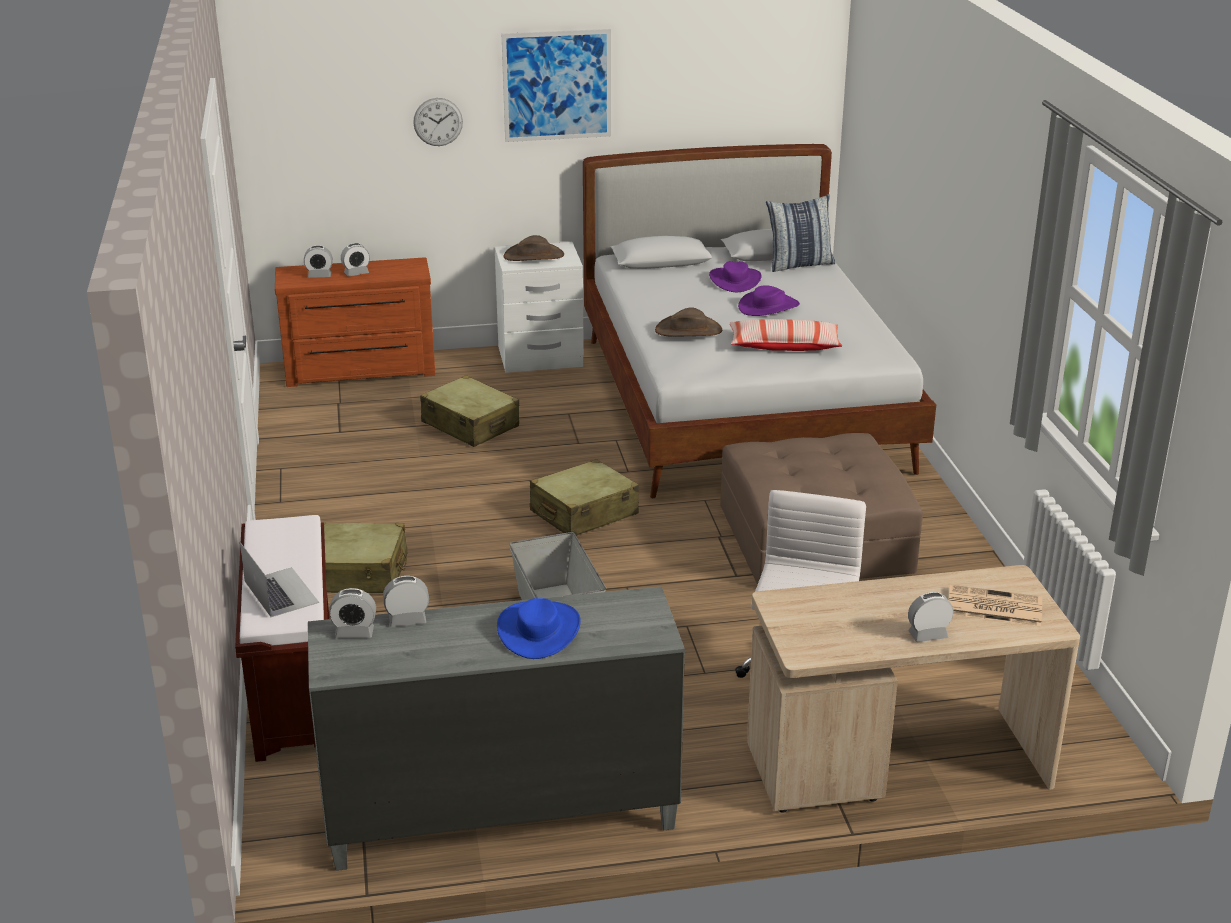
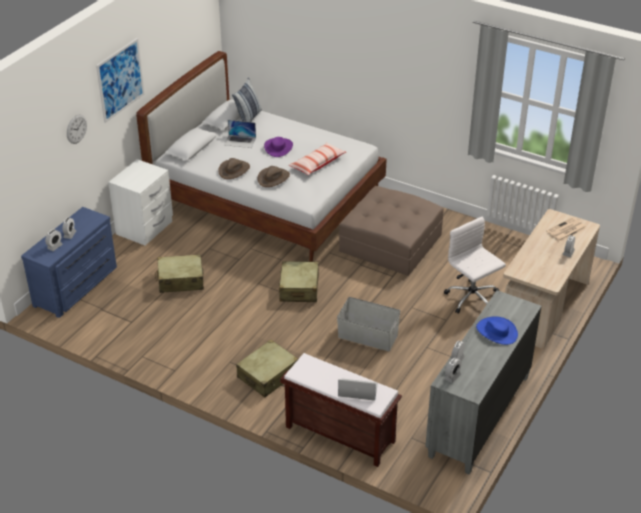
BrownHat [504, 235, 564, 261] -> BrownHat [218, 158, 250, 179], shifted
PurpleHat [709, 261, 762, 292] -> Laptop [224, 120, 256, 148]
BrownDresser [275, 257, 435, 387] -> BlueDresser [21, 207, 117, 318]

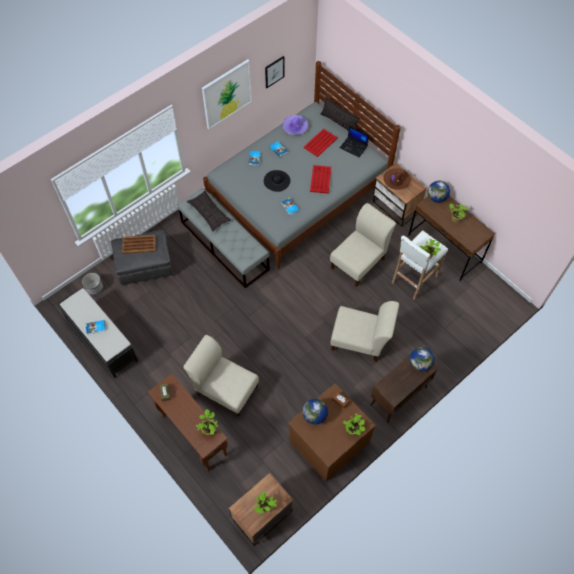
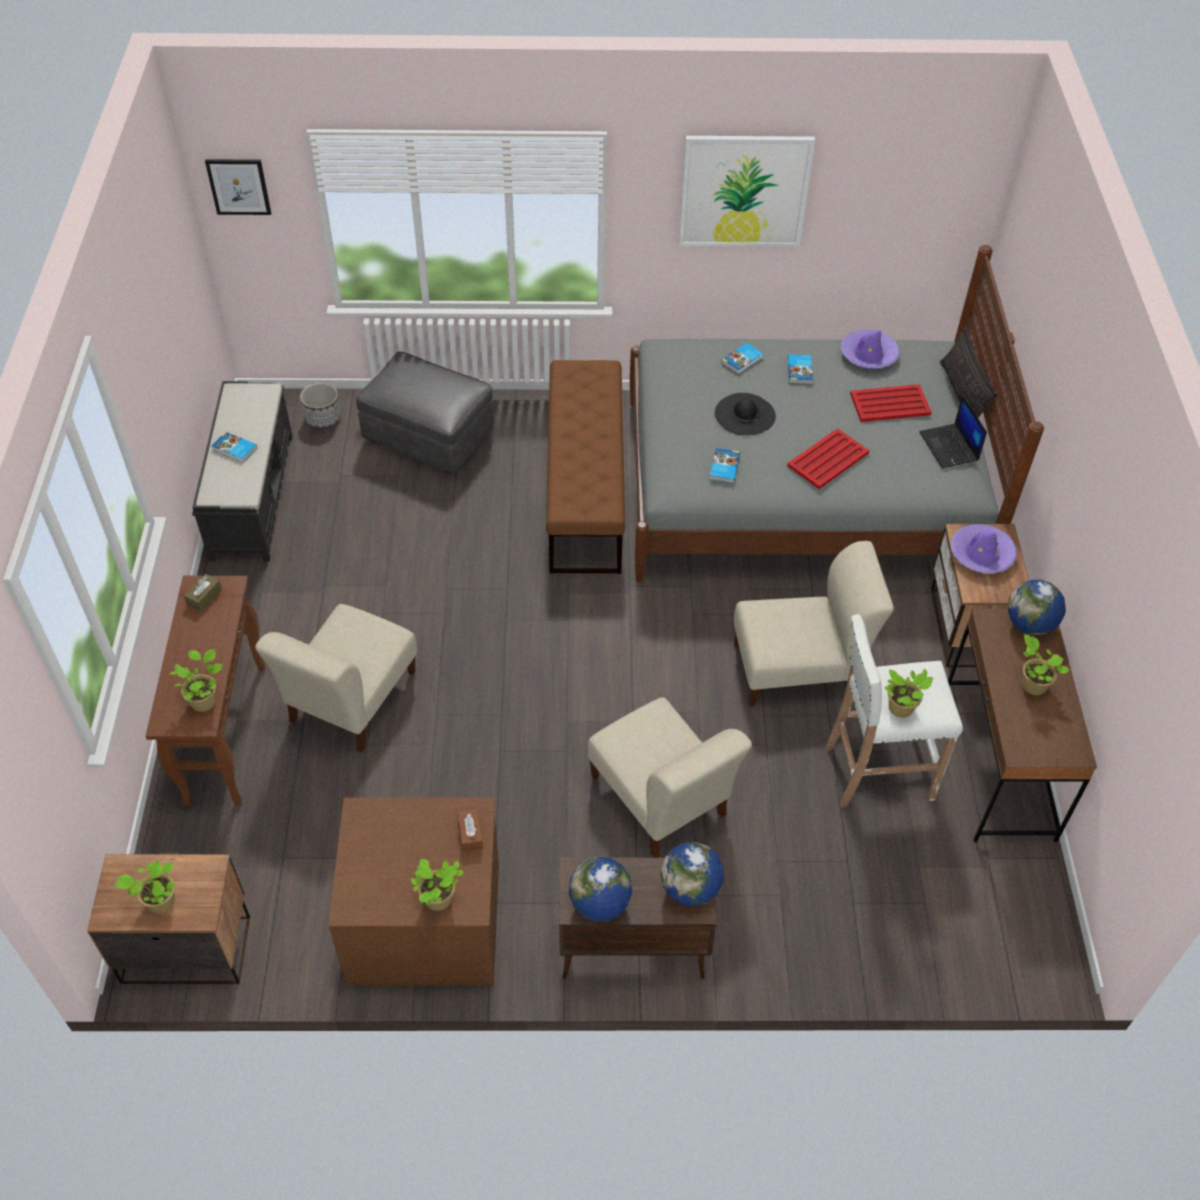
BrownTray [122, 235, 156, 254] -> none
Pillow [187, 191, 231, 232] -> none
Picture [265, 56, 284, 88] -> Picture [205, 159, 271, 215], shifted
Globe [302, 399, 328, 425] -> Globe [569, 856, 633, 921], shifted
GreyBench [177, 188, 269, 288] -> BrownBench [546, 360, 625, 574]
BrownHat [384, 168, 410, 190] -> PurpleHat [951, 524, 1017, 573]
BeigeChair [183, 335, 259, 416] -> BeigeChair [255, 604, 417, 753], 135 degrees counterclockwise

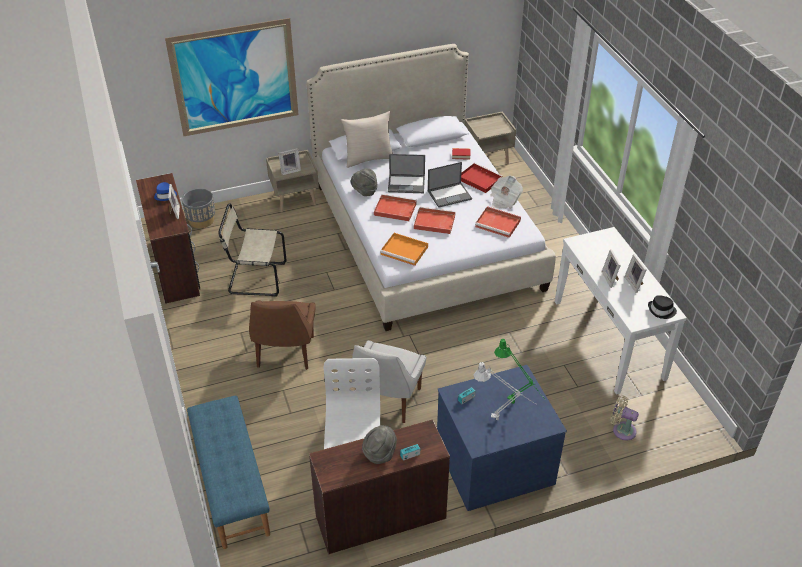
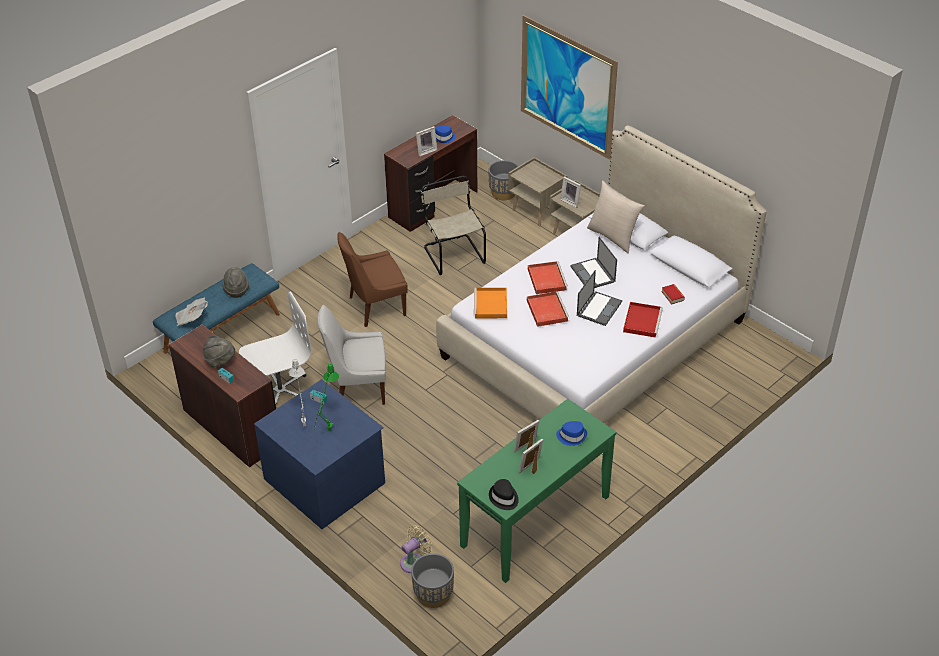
RedTray [475, 206, 521, 238] -> none
none -> GreyPlanter [411, 553, 454, 608]
none -> BlueHat [556, 421, 587, 446]
GreyHat [351, 168, 378, 196] -> GreyHat [222, 267, 249, 298], shifted
BeigeNightstand [465, 112, 516, 164] -> BeigeNightstand [508, 157, 567, 226], shifted
Newspaper [490, 176, 523, 209] -> Newspaper [175, 298, 208, 326], shifted
WhiteConsoleTable [555, 227, 687, 394] -> GreenConsoleTable [457, 399, 616, 583]
Laptop [428, 162, 472, 208] -> Laptop [577, 270, 622, 326], 105 degrees counterclockwise
BeigeFan [610, 395, 639, 441] -> BeigeFan [400, 525, 432, 573], 45 degrees clockwise

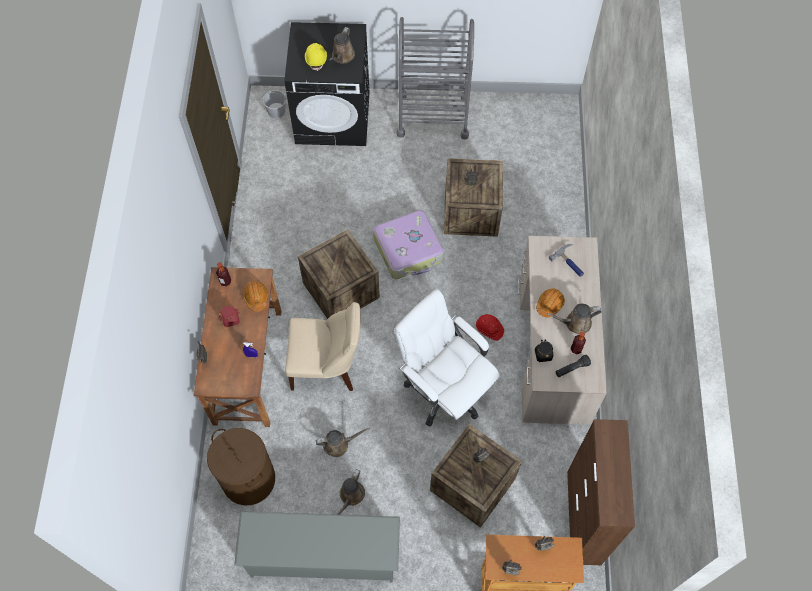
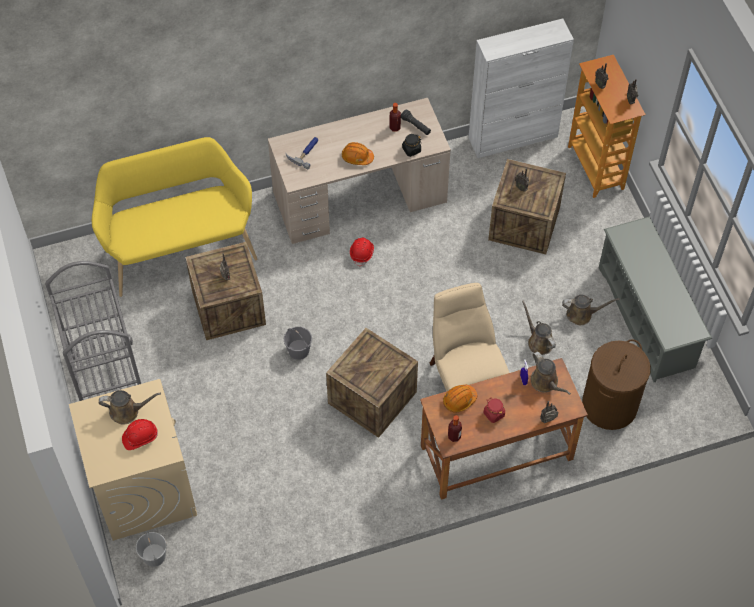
WhiteOfficeChair [394, 289, 500, 427] -> none
none -> YellowBench [92, 137, 257, 297]
BrownWateringCan [547, 304, 602, 334] -> BrownWateringCan [531, 352, 571, 395], shifted
Suitcase [373, 210, 444, 279] -> GreyBucket [284, 327, 312, 360]
BlackWashingMachine [284, 22, 370, 146] -> BeigeWashingMachine [69, 379, 197, 541]
YellowHardHat [305, 43, 327, 71] -> RedHardHat [122, 419, 158, 450]
BrownCabinet [567, 419, 635, 565] -> WhiteCabinet [469, 19, 574, 158]

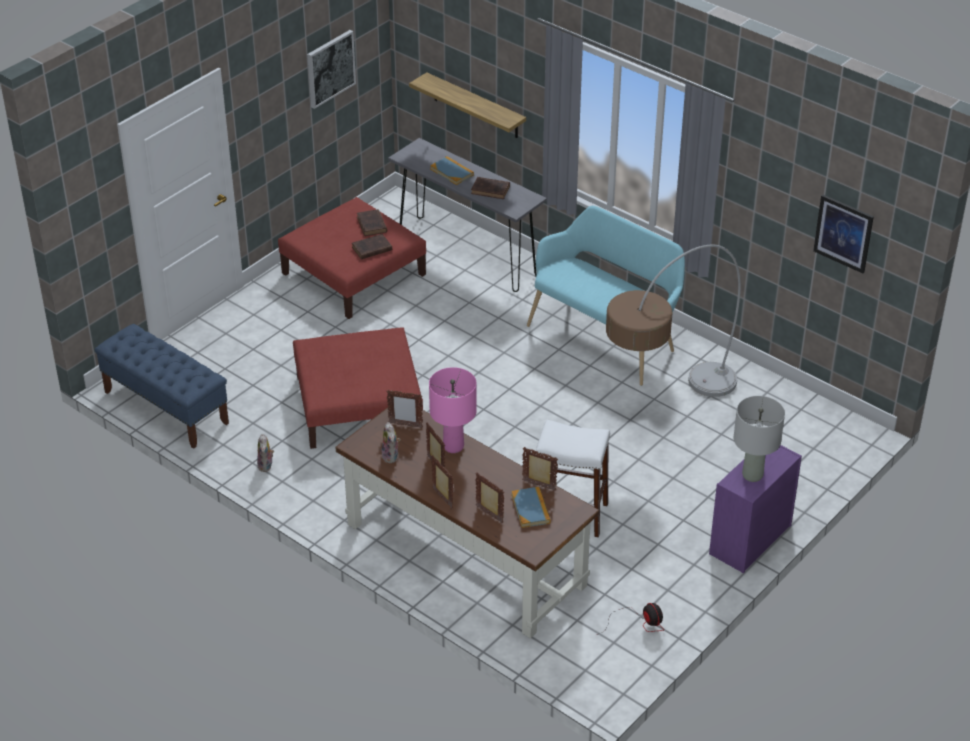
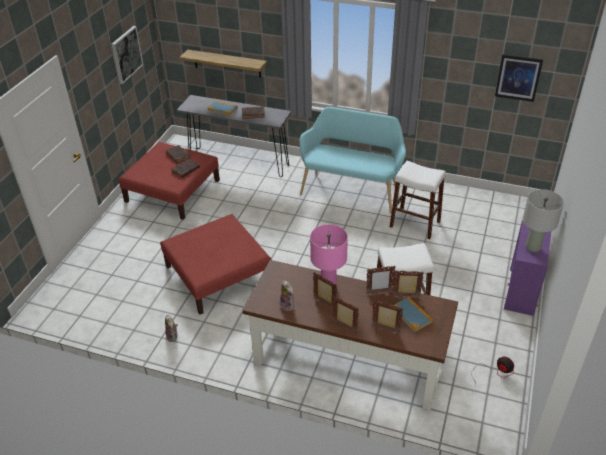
BlueBench [95, 324, 229, 449] -> none
PictureFrame [386, 390, 423, 428] -> PictureFrame [366, 266, 396, 294], shifted
FloorLamp [606, 245, 741, 397] -> WhiteStool [390, 161, 446, 239]

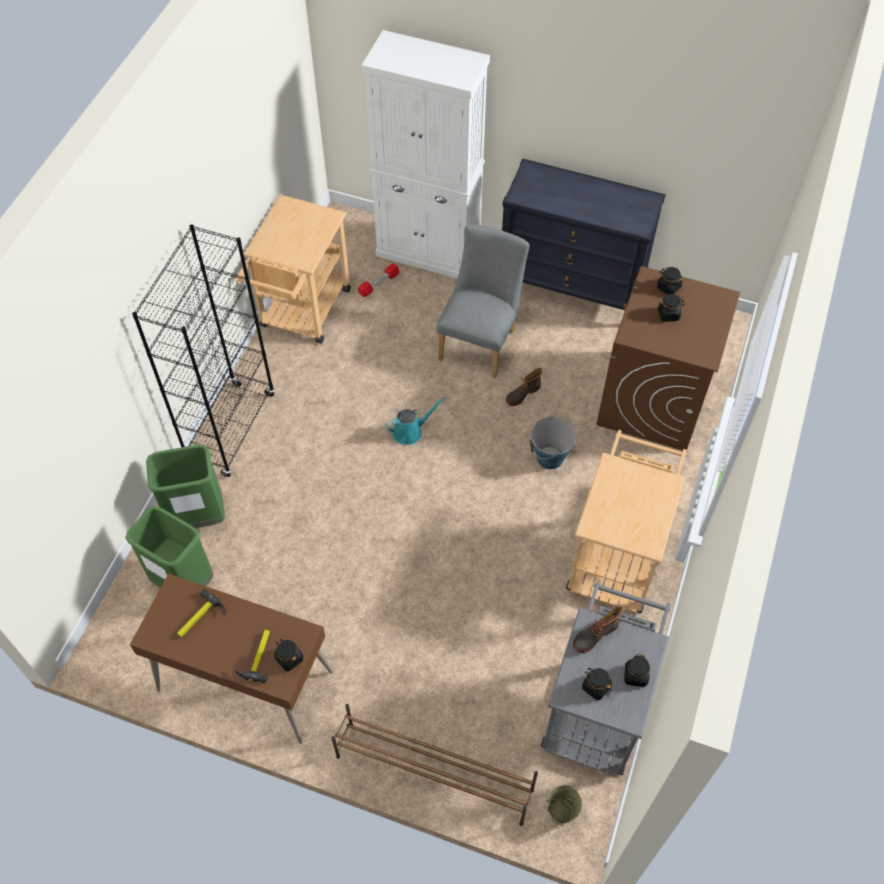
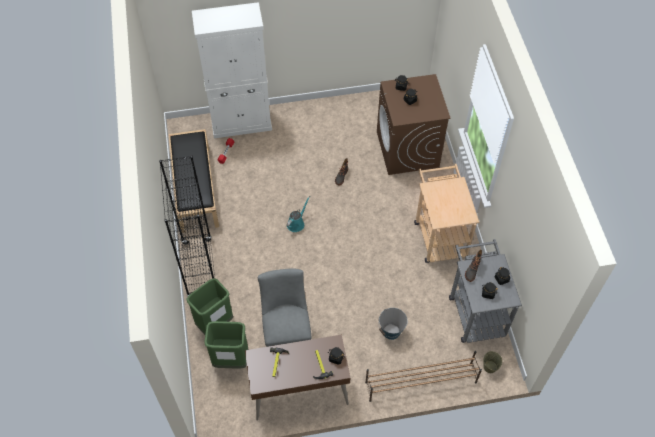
BlackDresser [502, 158, 666, 310] -> none
GreyChair [436, 225, 529, 378] -> GreyChair [258, 269, 311, 347], shifted
Bucket [530, 416, 576, 469] -> Bucket [378, 308, 407, 340], shifted
BeigeCart [236, 195, 351, 343] -> BlackBench [169, 129, 219, 233]

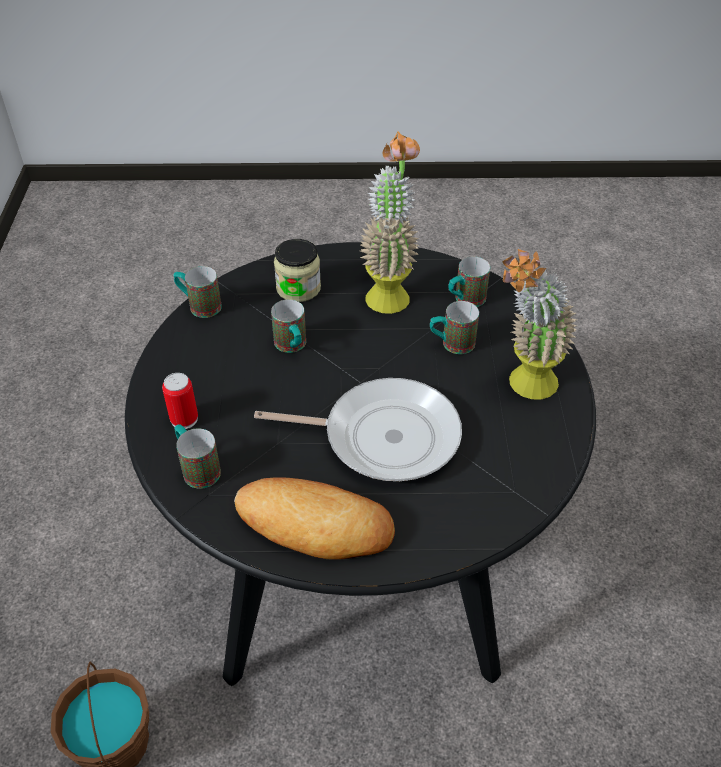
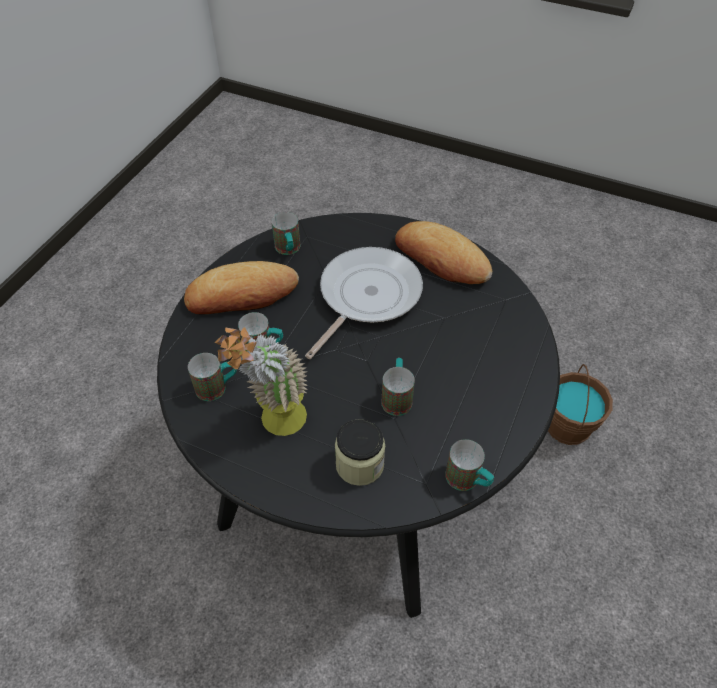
Can [162, 373, 198, 429] -> none
Mug [174, 424, 221, 489] -> Mug [272, 212, 300, 255], shifted
PottedPlant [503, 249, 577, 399] -> Bread [184, 261, 299, 315]
FryingPan [254, 378, 462, 481] -> FryingPan [305, 247, 423, 359], 90 degrees clockwise

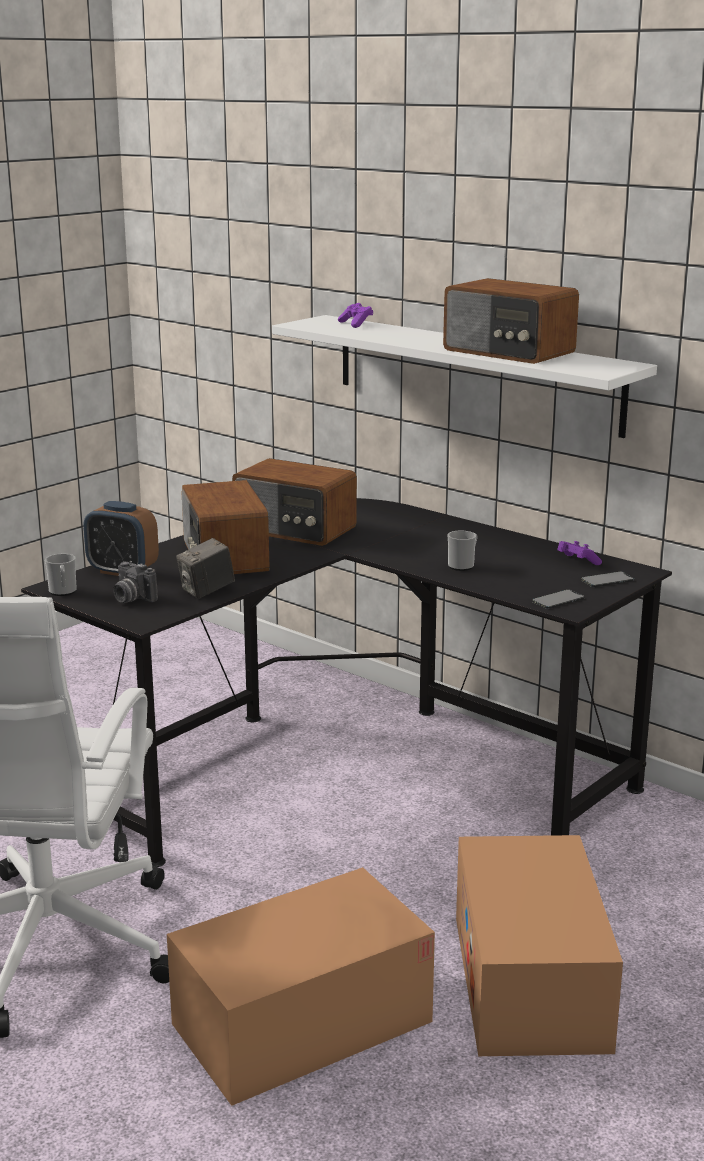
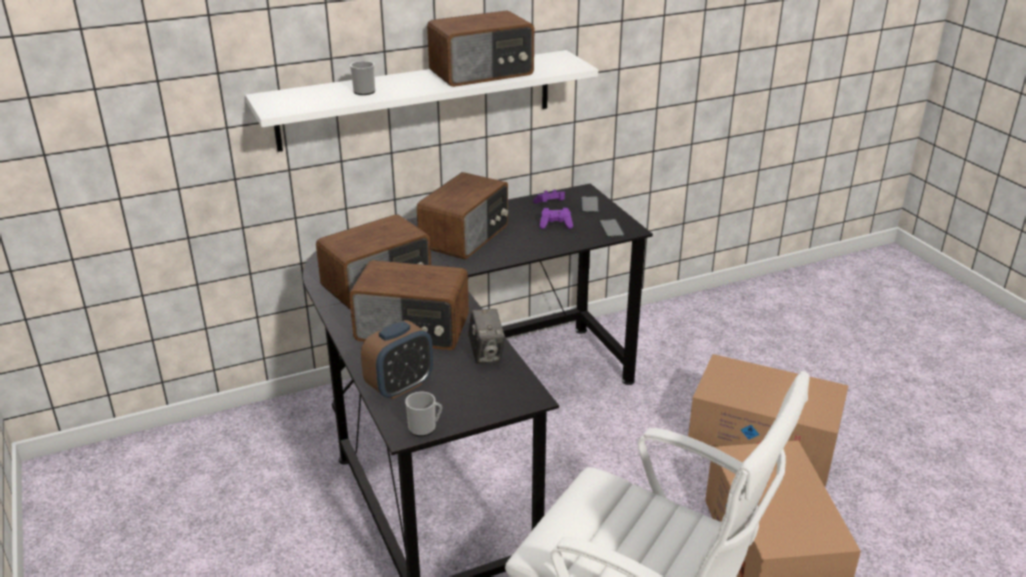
PhotoCamera [113, 561, 158, 603] -> none
none -> Radio [417, 172, 508, 259]
PurpleGameController [338, 303, 373, 328] -> PurpleGameController [539, 208, 573, 229], shifted
Mug [447, 531, 478, 571] -> Mug [350, 61, 375, 95], shifted

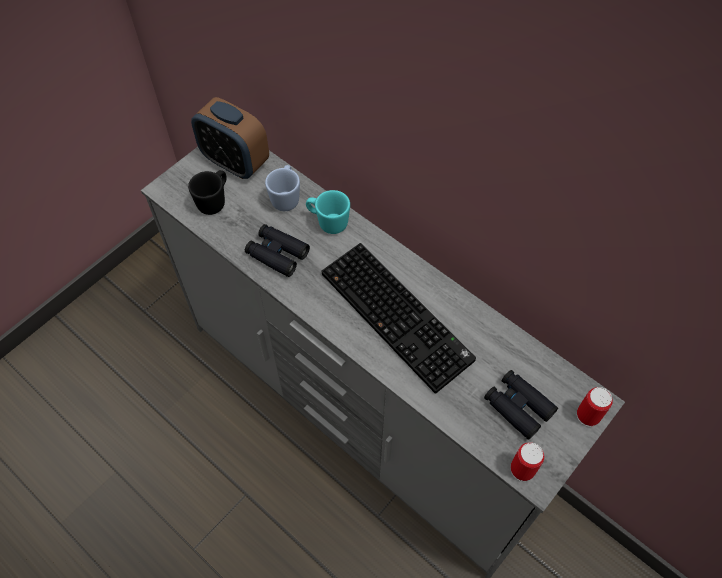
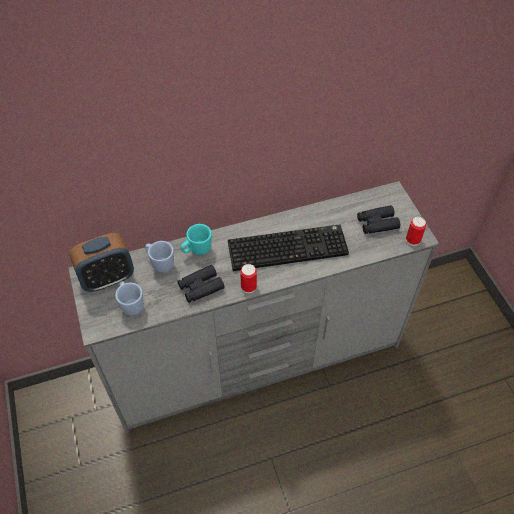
Can [577, 387, 613, 427] -> Can [240, 264, 257, 293], shifted
BlackMug [188, 170, 226, 215] -> BlueMug [115, 281, 144, 316]

